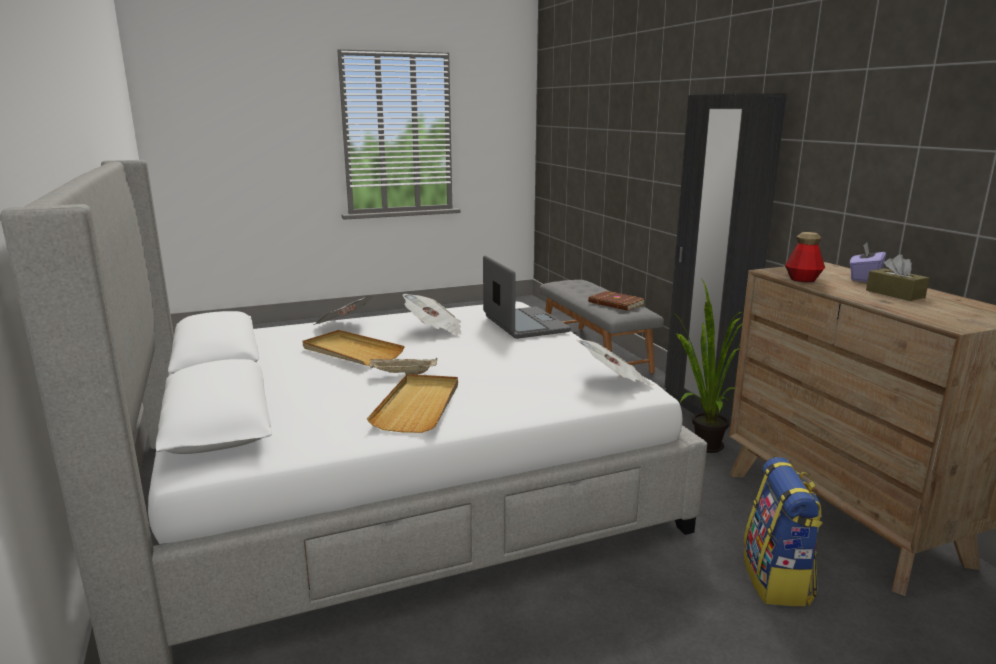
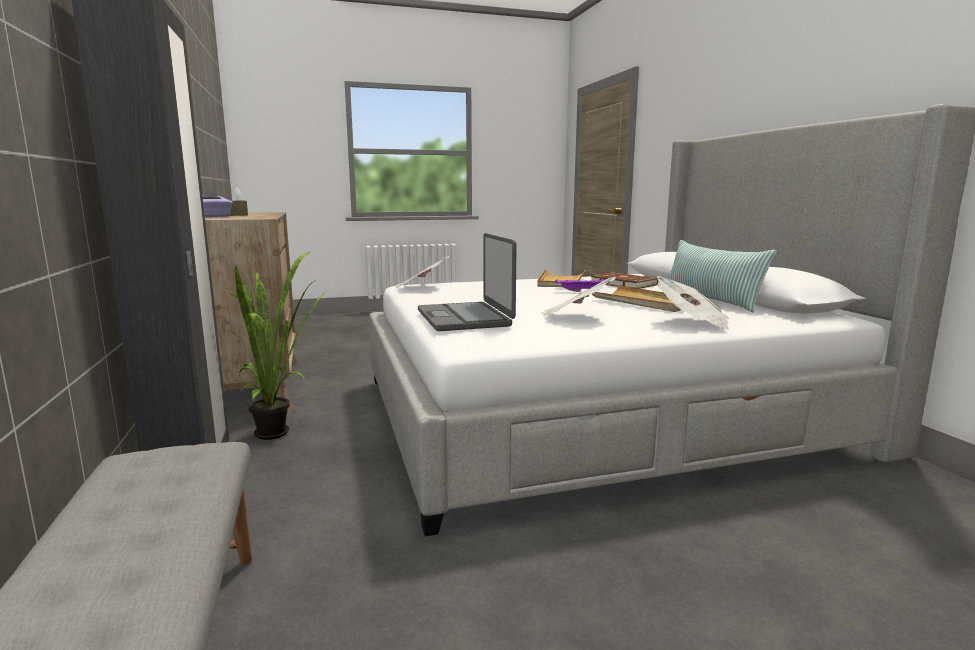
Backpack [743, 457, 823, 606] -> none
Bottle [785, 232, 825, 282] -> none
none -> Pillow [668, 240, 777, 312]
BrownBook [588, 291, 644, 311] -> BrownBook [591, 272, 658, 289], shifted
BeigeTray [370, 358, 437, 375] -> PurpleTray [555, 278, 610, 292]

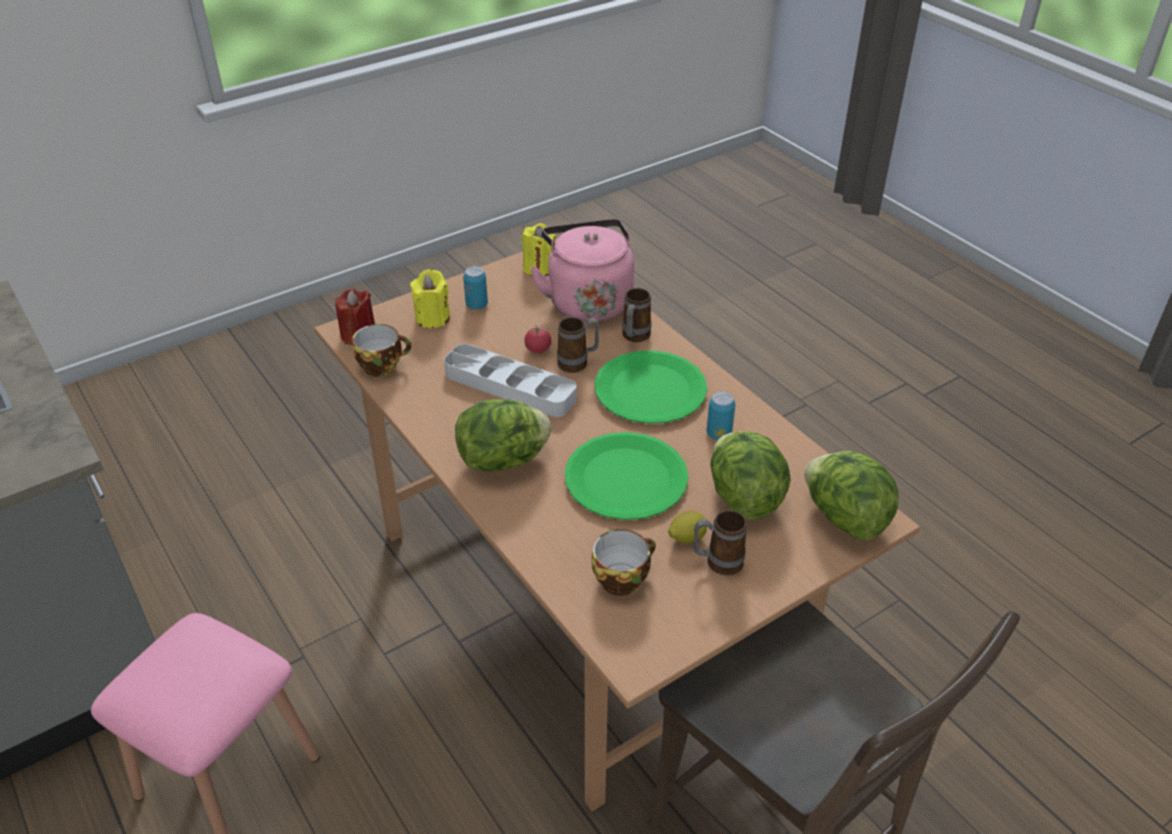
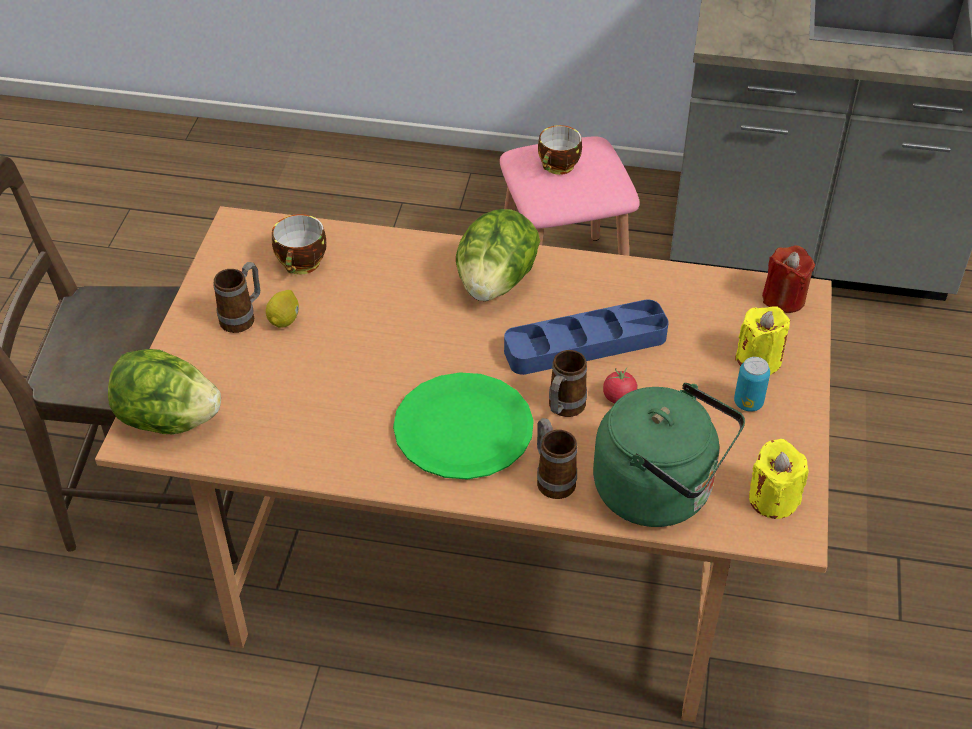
GreenPlate [564, 432, 689, 520] -> none
Can [707, 392, 735, 440] -> none
Lettuce [710, 431, 791, 520] -> none
Cup [352, 324, 411, 377] -> Cup [538, 125, 582, 175], shifted
GreyTray [444, 344, 577, 417] -> BlueTray [504, 300, 669, 375]
PinkKettle [530, 219, 634, 322] -> GreenKettle [593, 383, 745, 527]

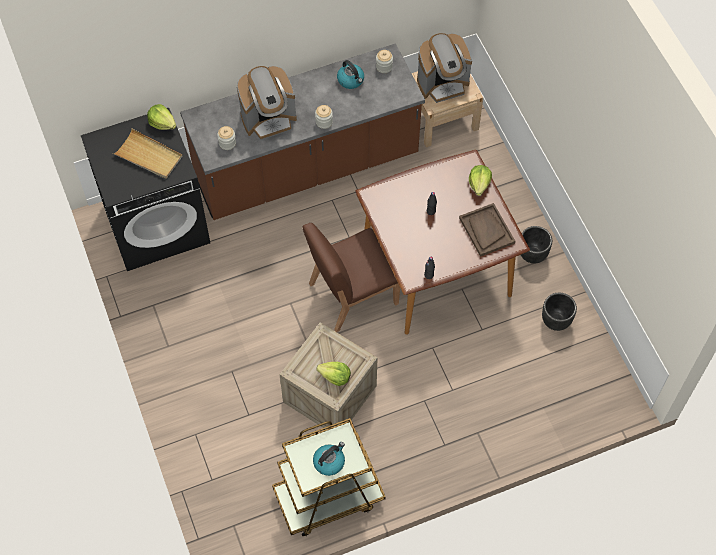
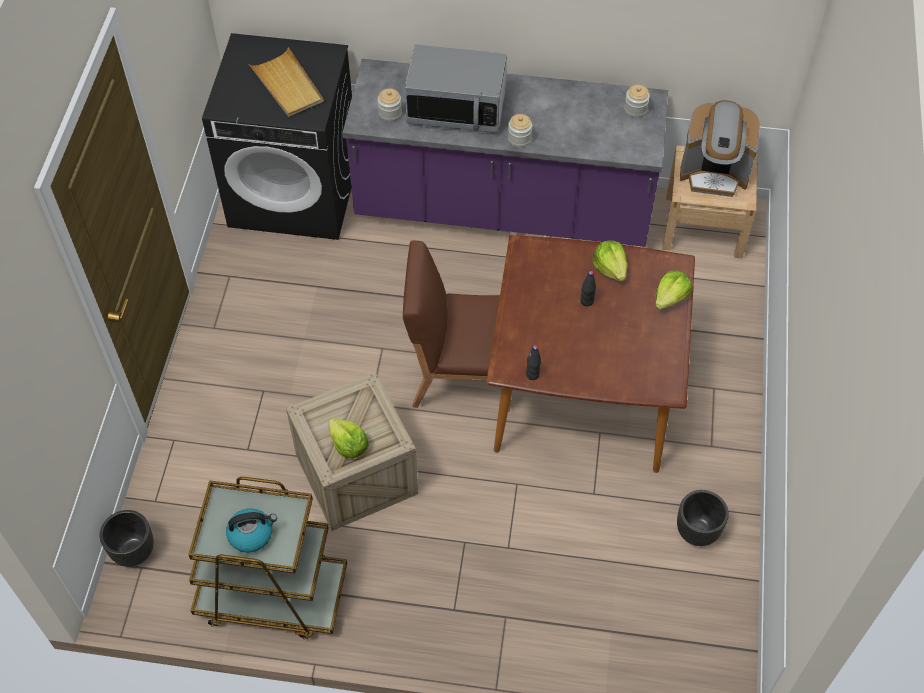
Kettle [337, 60, 364, 89] -> none
BrownTray [459, 203, 515, 257] -> none
Lettuce [147, 104, 176, 130] -> Lettuce [592, 240, 627, 282], shifted
BlackPlanter [521, 226, 552, 263] -> BlackPlanter [100, 510, 154, 567], shifted
CoffeeMachine [237, 66, 297, 140] -> Microwave [405, 45, 507, 133]
BrownCounter [180, 43, 425, 220] -> PurpleCounter [342, 59, 668, 247]

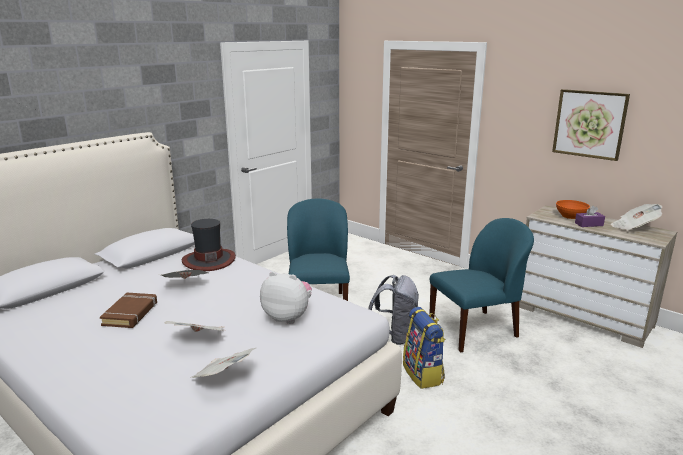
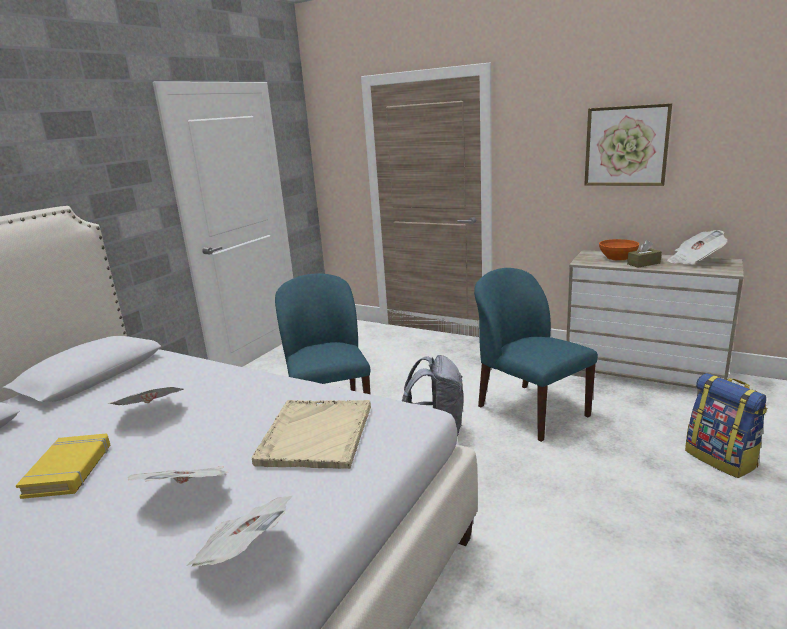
Hat [182, 219, 236, 271] -> none
Backpack [403, 307, 445, 389] -> Backpack [685, 373, 767, 478], shifted
PlushToy [260, 271, 312, 324] -> BeigeTray [252, 400, 371, 469]
BrownBook [100, 293, 157, 328] -> YellowBook [16, 434, 110, 499]
PurpleTissueBox [575, 206, 605, 227] -> BrownTissueBox [627, 240, 662, 268]
BlueChair [429, 218, 534, 352] -> BlueChair [474, 268, 598, 442], 90 degrees counterclockwise

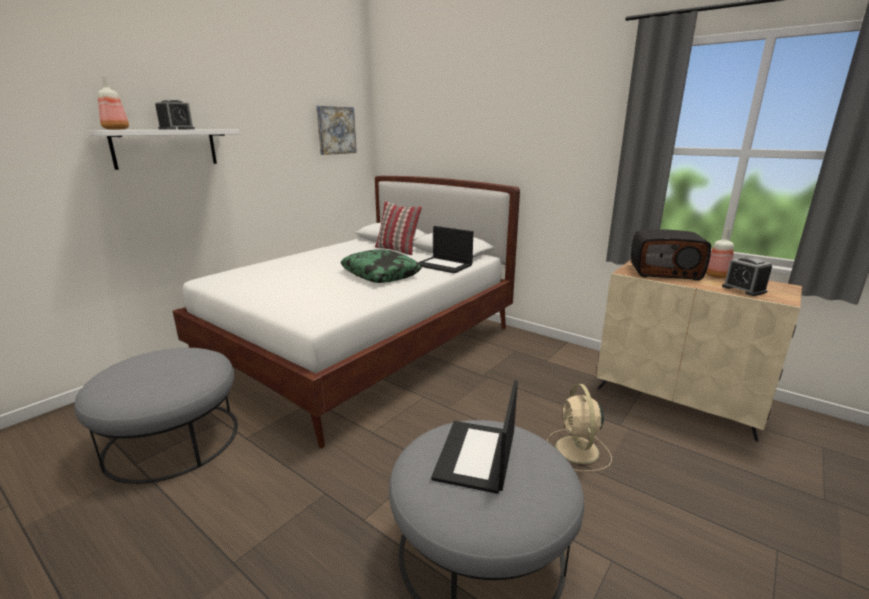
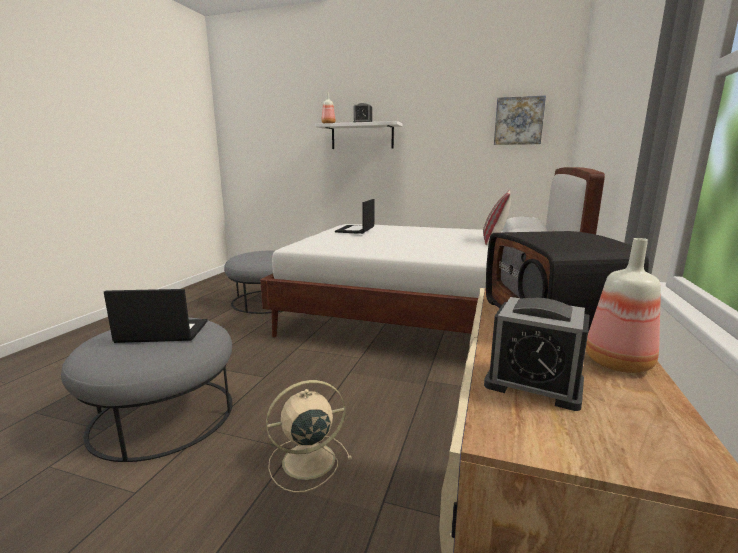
Pillow [341, 249, 422, 283] -> none
Laptop [418, 226, 473, 273] -> Laptop [335, 199, 374, 234], shifted
AlarmClock [722, 257, 772, 296] -> AlarmClock [484, 297, 589, 411], 105 degrees counterclockwise

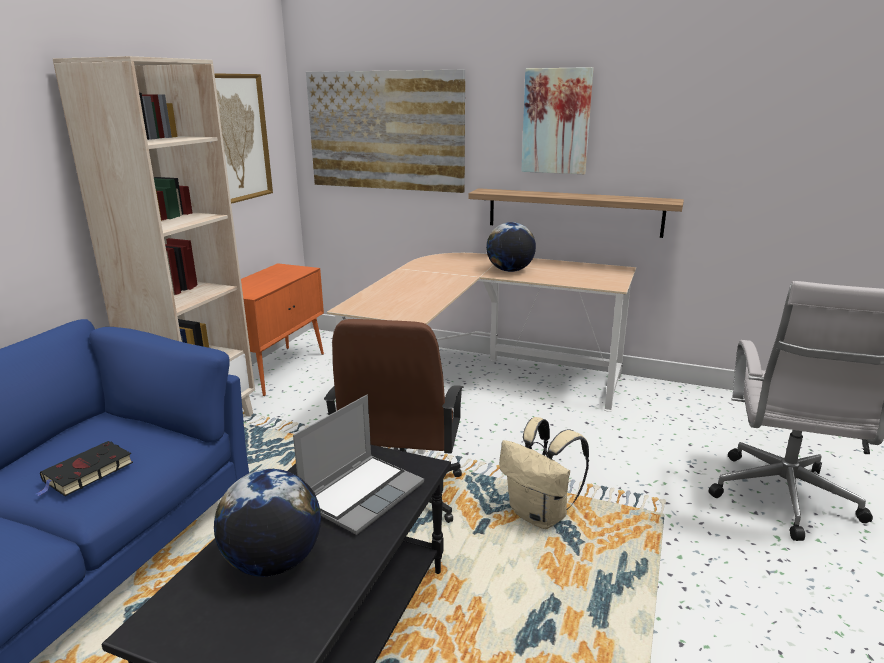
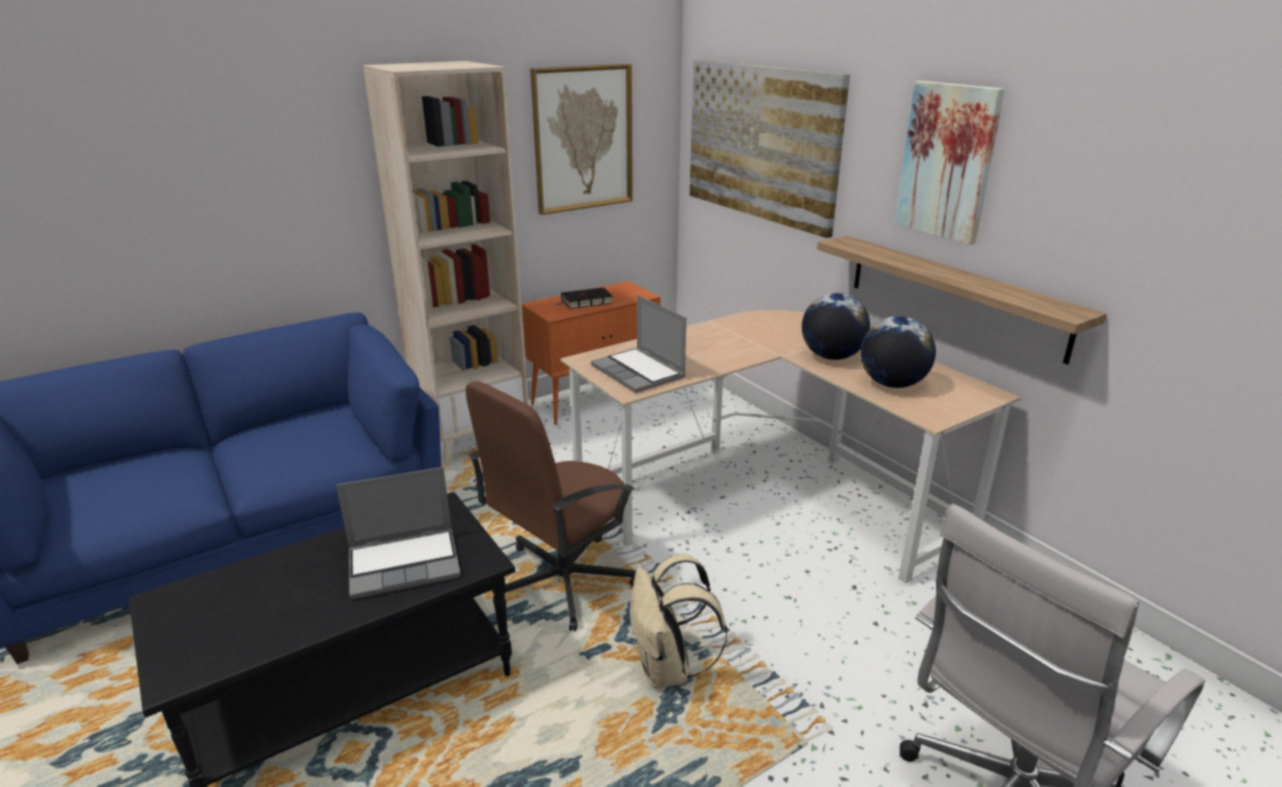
none -> Laptop [591, 295, 686, 393]
BlackBook [36, 441, 133, 496] -> BlackBook [557, 287, 613, 309], shifted
Globe [214, 469, 321, 577] -> Globe [860, 316, 936, 388], shifted

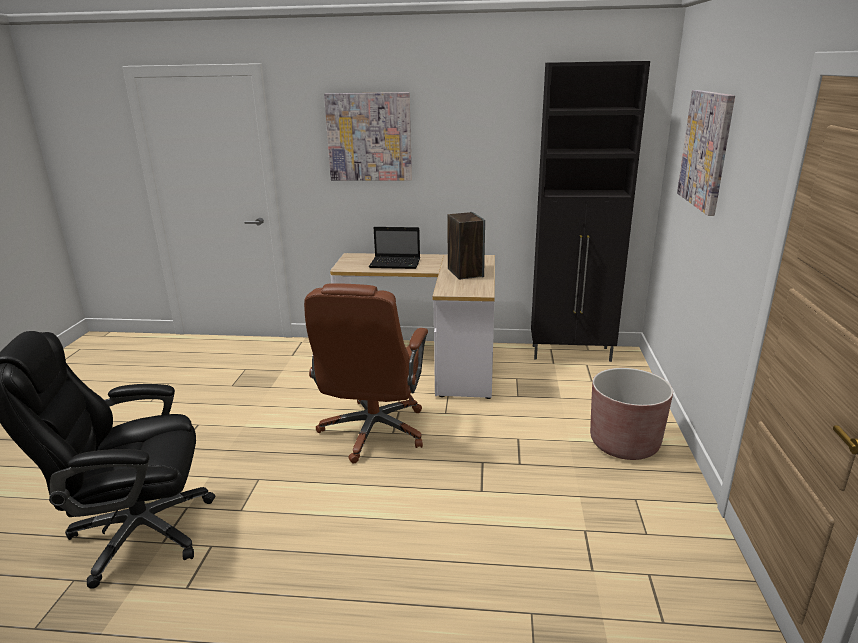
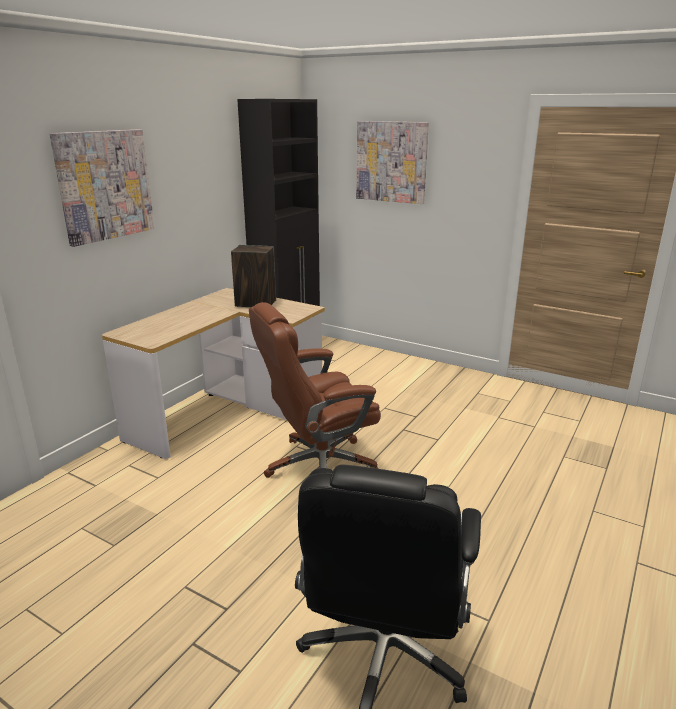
Laptop [369, 227, 420, 269] -> none
BrownPlanter [590, 368, 673, 460] -> none
BrownOfficeChair [304, 283, 428, 463] -> BrownOfficeChair [249, 302, 381, 478], 120 degrees clockwise

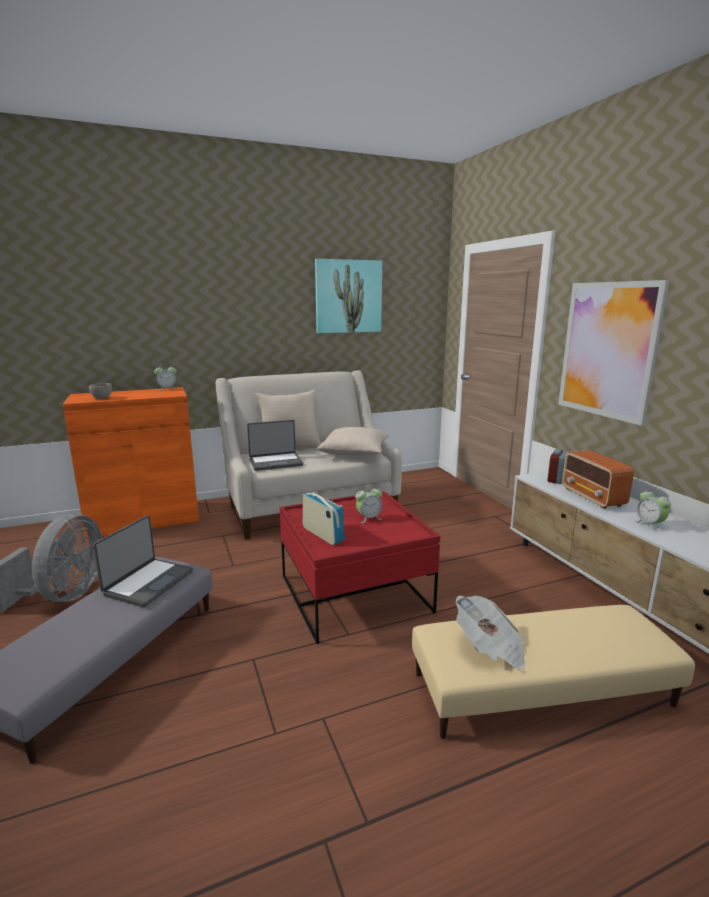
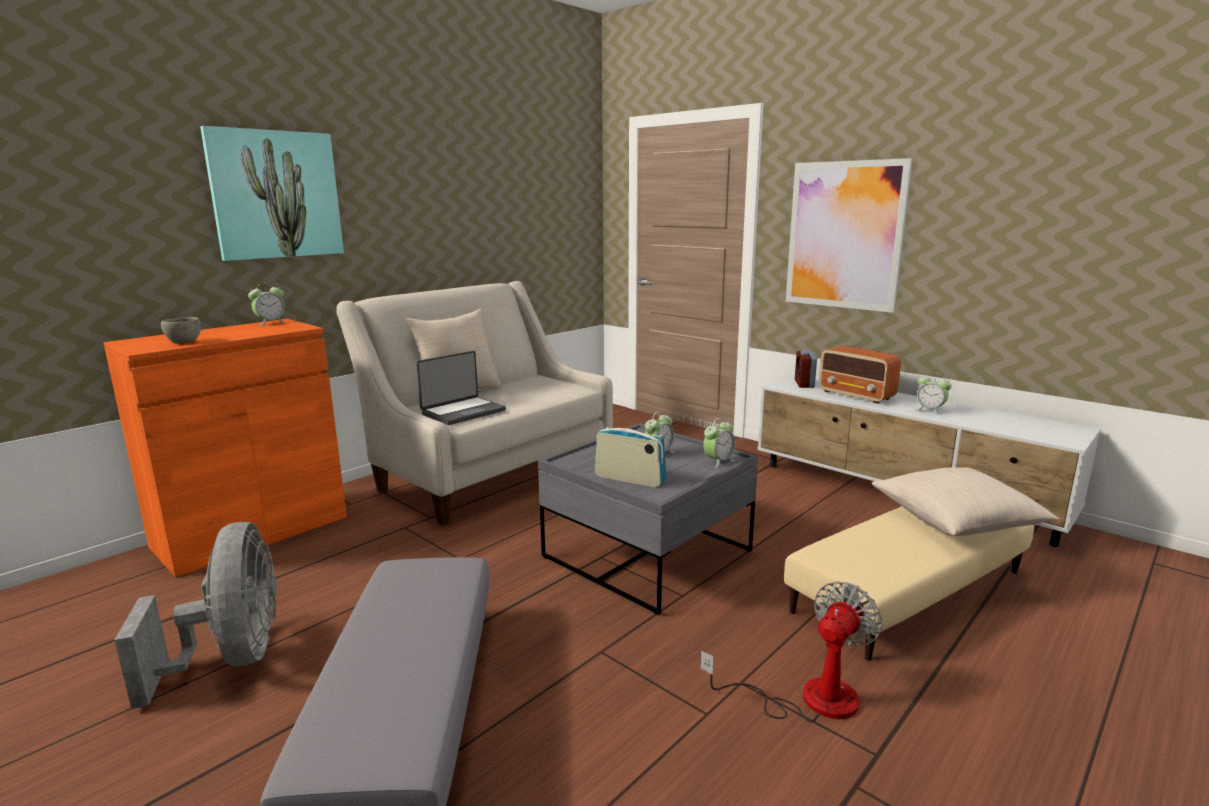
Laptop [93, 515, 193, 607] -> none
Newspaper [456, 595, 525, 670] -> none
none -> Fan [700, 581, 883, 722]
none -> AlarmClock [703, 418, 735, 468]
Picture [315, 259, 382, 333] -> Picture [200, 126, 344, 261], shifted
BeigePillow [317, 427, 389, 456] -> BeigePillow [872, 467, 1060, 536], shifted
RedCoffeeTable [280, 491, 440, 644] -> GreyCoffeeTable [538, 423, 758, 615]

